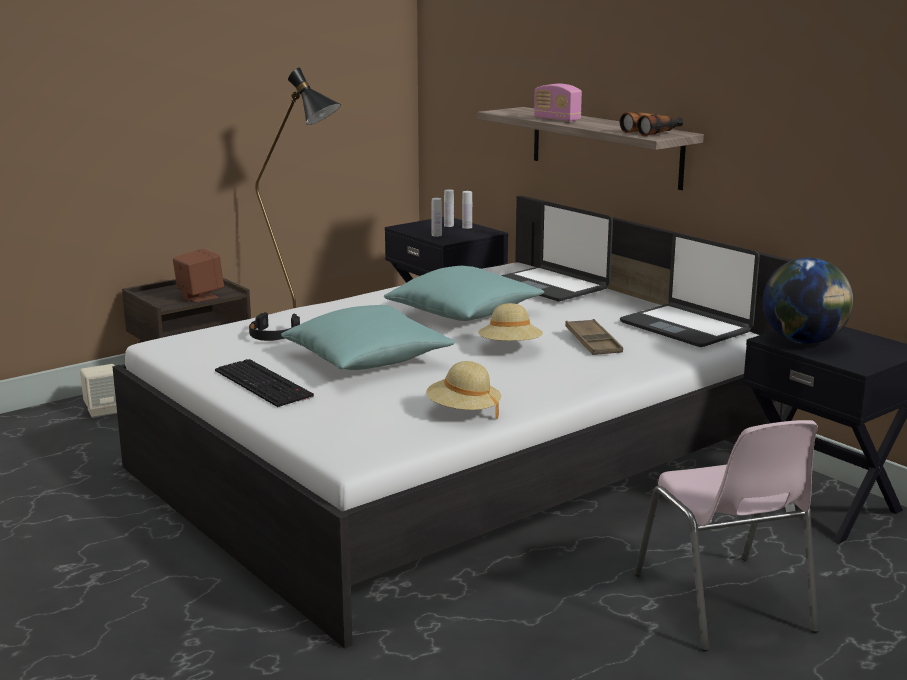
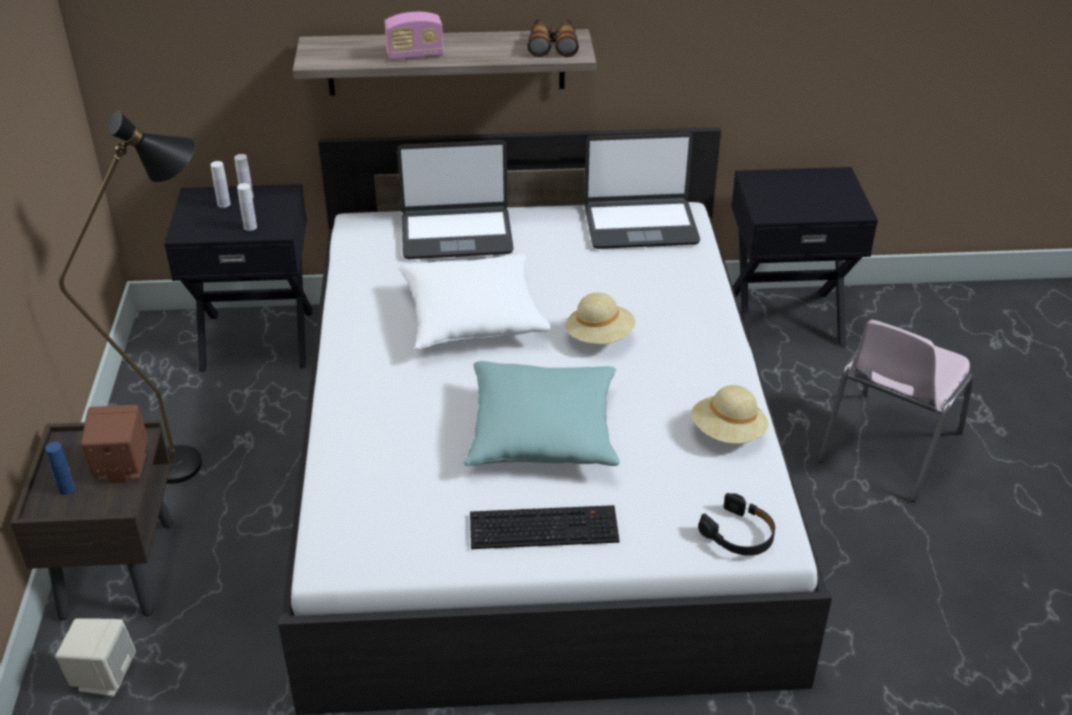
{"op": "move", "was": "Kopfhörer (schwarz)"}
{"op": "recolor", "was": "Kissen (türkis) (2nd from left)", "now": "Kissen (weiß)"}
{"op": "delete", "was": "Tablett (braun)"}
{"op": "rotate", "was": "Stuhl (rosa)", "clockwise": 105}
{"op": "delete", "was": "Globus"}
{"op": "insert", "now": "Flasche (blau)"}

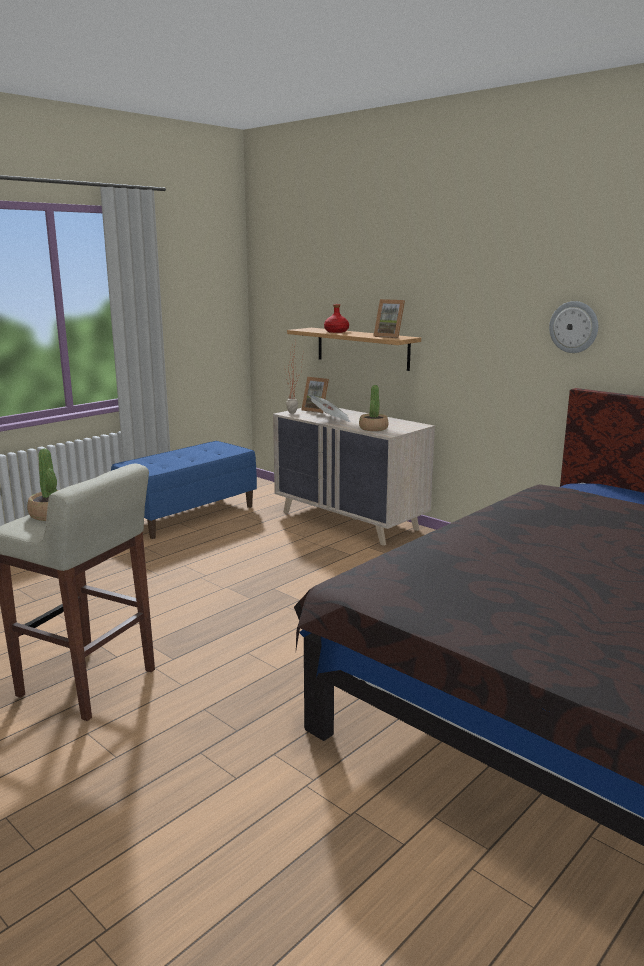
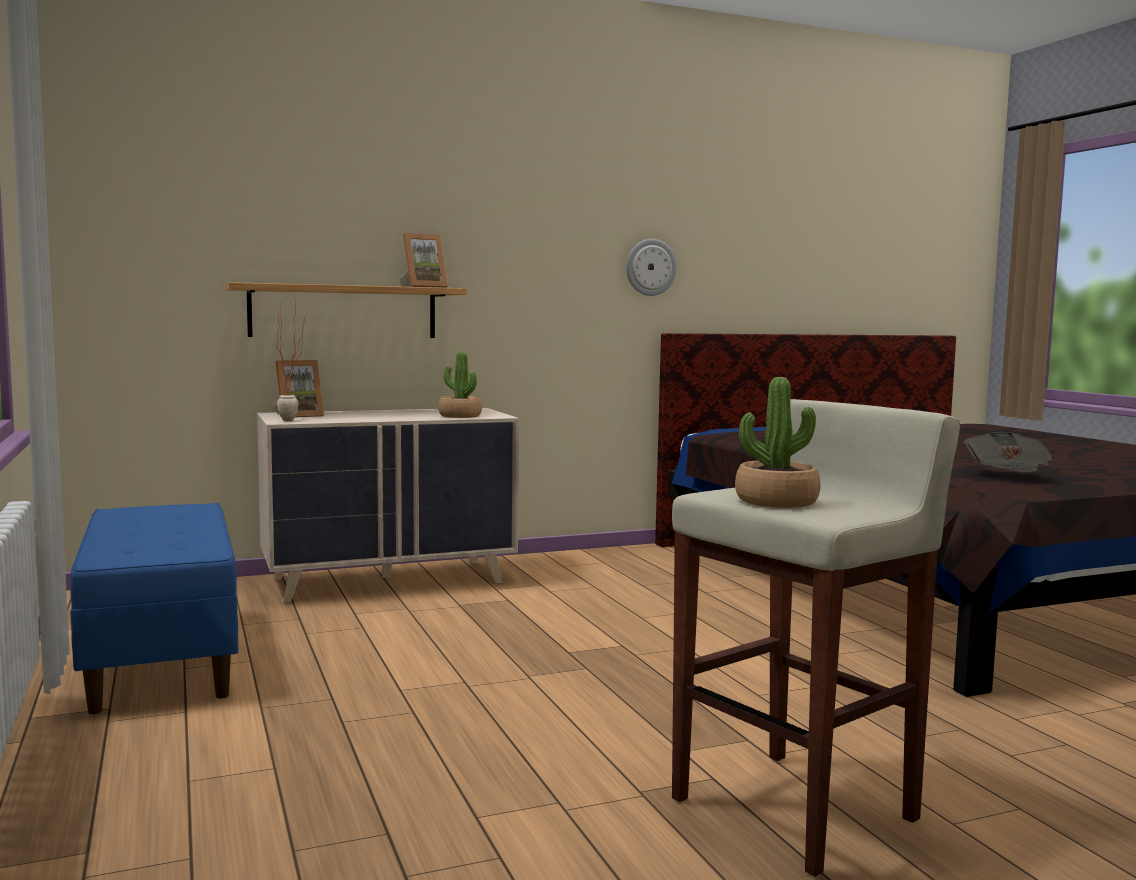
{"op": "move", "was": "Zeitung"}
{"op": "delete", "was": "Flasche (rot)"}

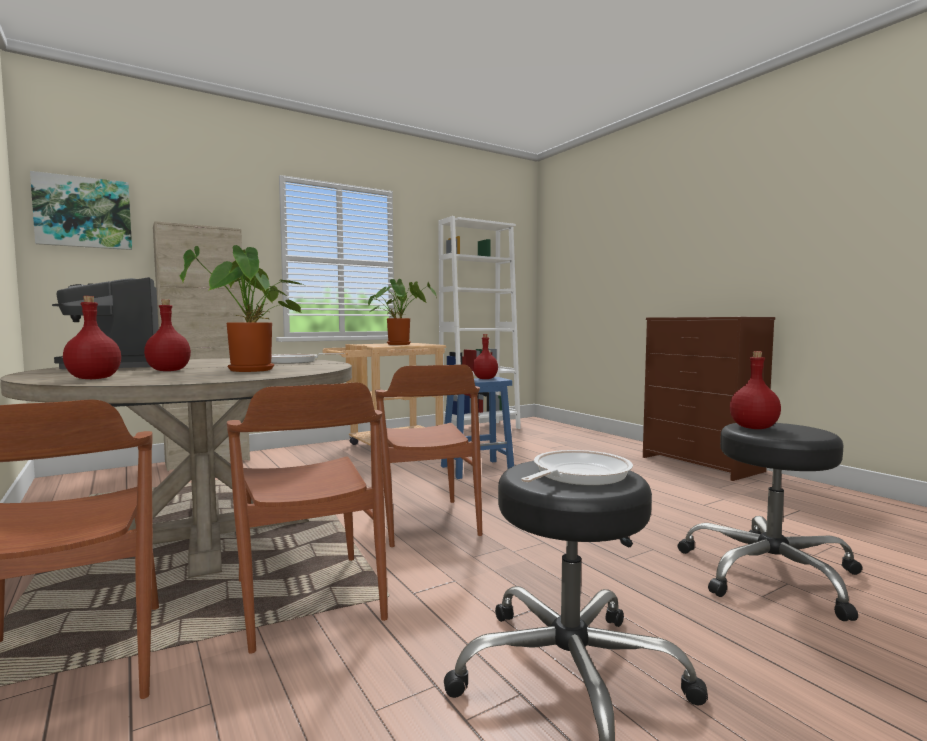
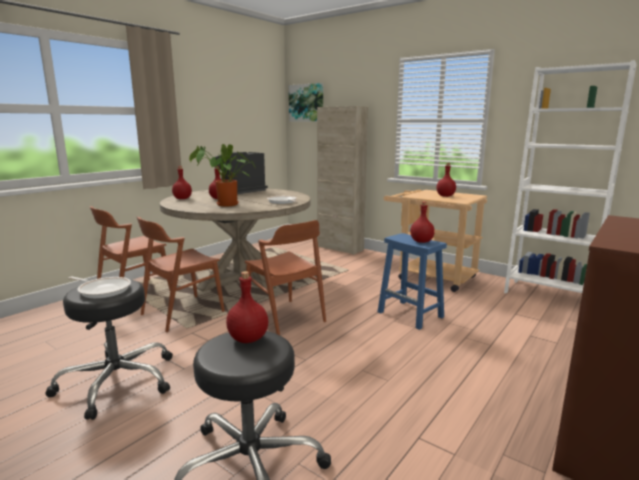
{"op": "replace", "was": "Topfpflanze (2nd from left)", "now": "Flasche (rot) (5th from left)"}
{"op": "rotate", "was": "Stuhl (braun) (3rd from left)", "clockwise": -90}

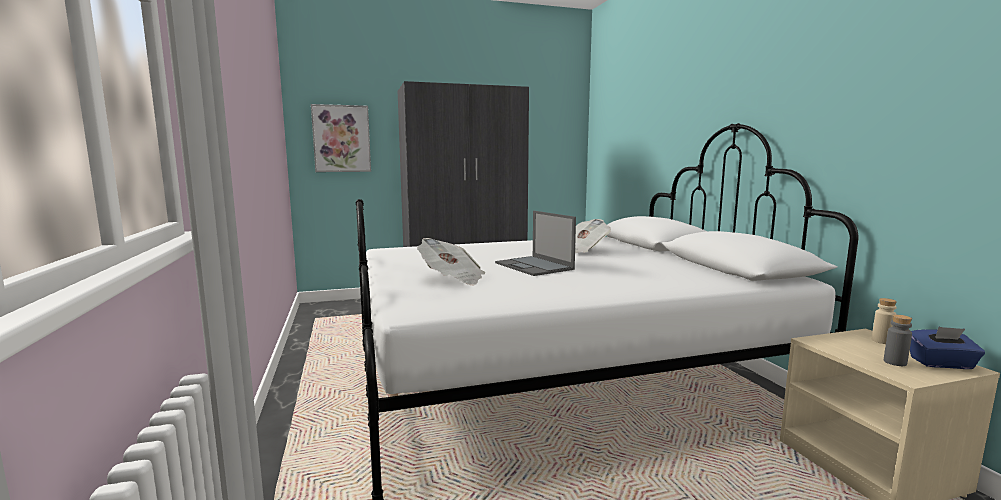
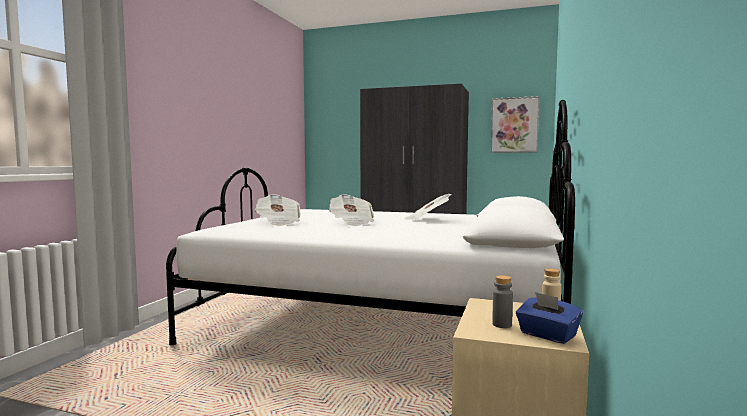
{"op": "move", "was": "Bild"}
{"op": "replace", "was": "Laptop", "now": "Zeitung (2nd from left)"}

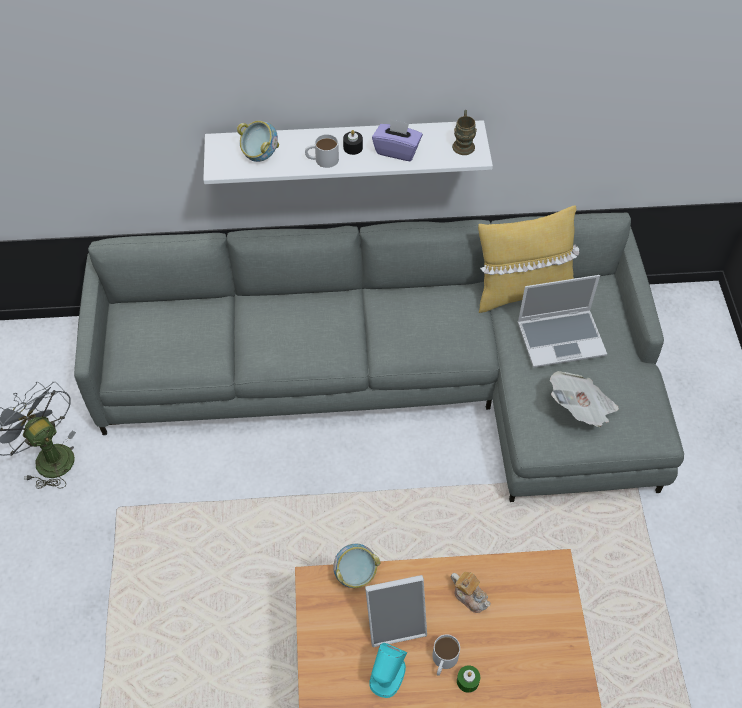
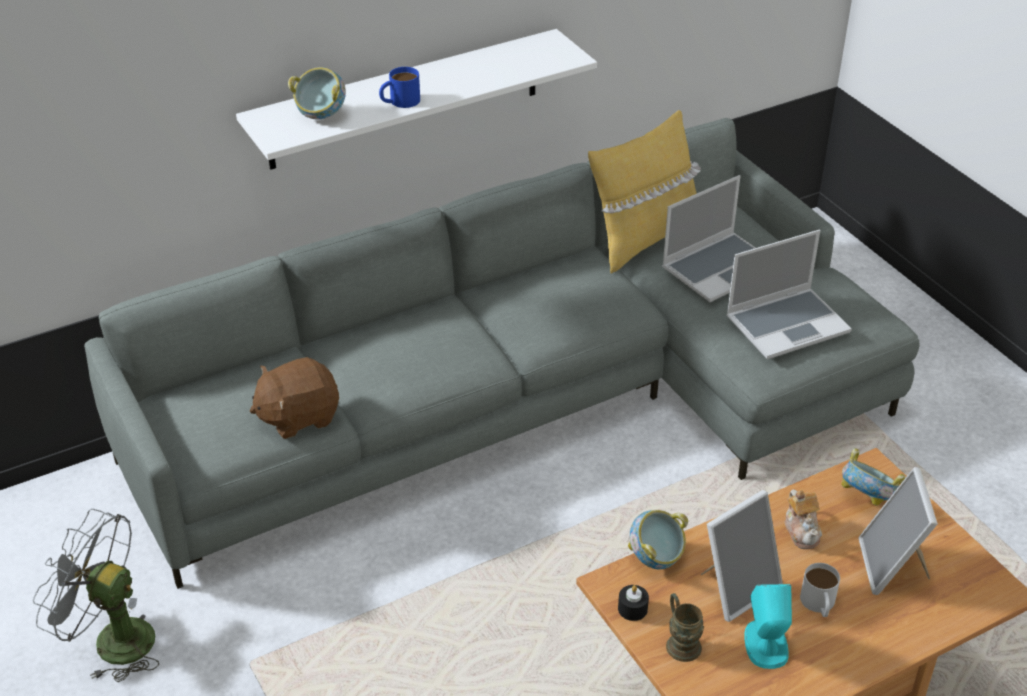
{"op": "recolor", "was": "Henkelbecher (weiß) (1st from left)", "now": "Henkelbecher (blau)"}
{"op": "move", "was": "Kerze (schwarz)"}
{"op": "delete", "was": "Taschentuchbox (lila)"}
{"op": "rotate", "was": "Teekanne", "clockwise": 60}
{"op": "move", "was": "Henkelbecher (braun)"}
{"op": "delete", "was": "Kerze (grün)"}
{"op": "replace", "was": "Zeitung", "now": "Laptop (2nd from left)"}
{"op": "insert", "now": "Plüschtier (braun)"}
{"op": "insert", "now": "Schüssel (3rd from left)"}
{"op": "insert", "now": "Bilderrahmen (2nd from left)"}

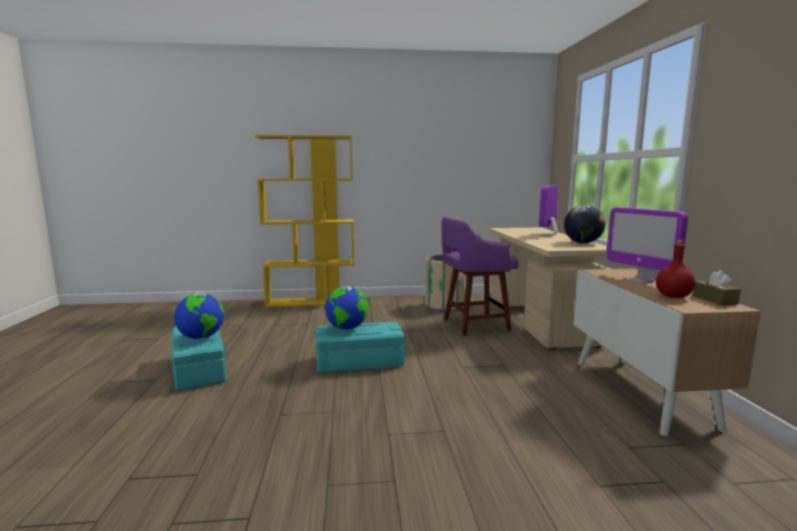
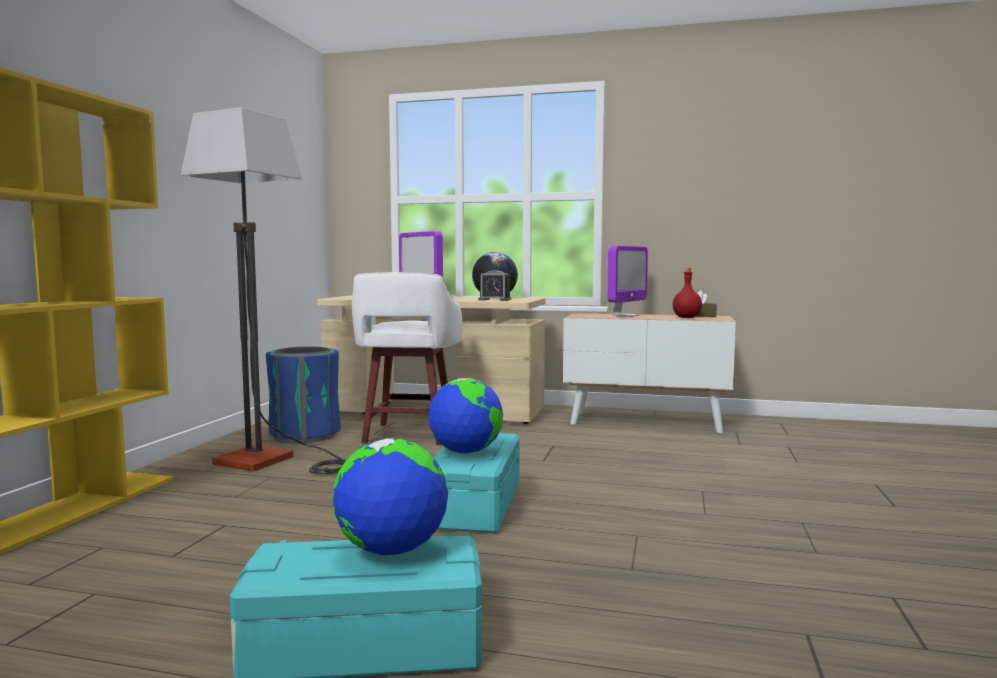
{"op": "recolor", "was": "Mülleimer (beige)", "now": "Mülleimer (blau)"}
{"op": "recolor", "was": "Hocker (lila)", "now": "Hocker (weiß)"}
{"op": "rotate", "was": "Monitor (2nd from left)", "clockwise": -45}
{"op": "insert", "now": "Stehlampe"}
{"op": "insert", "now": "Wecker"}

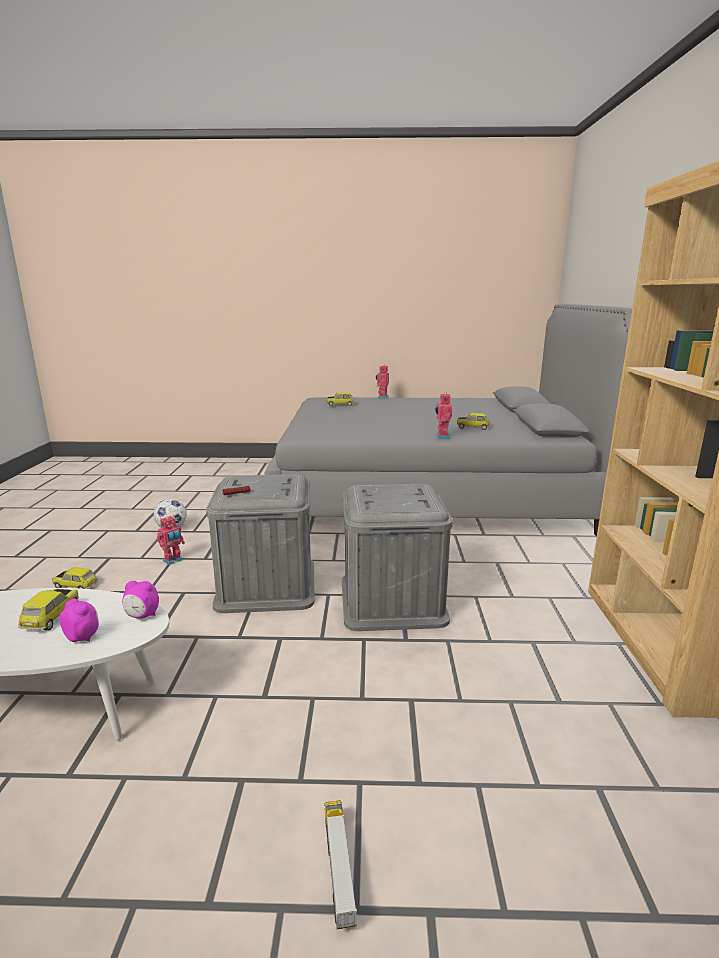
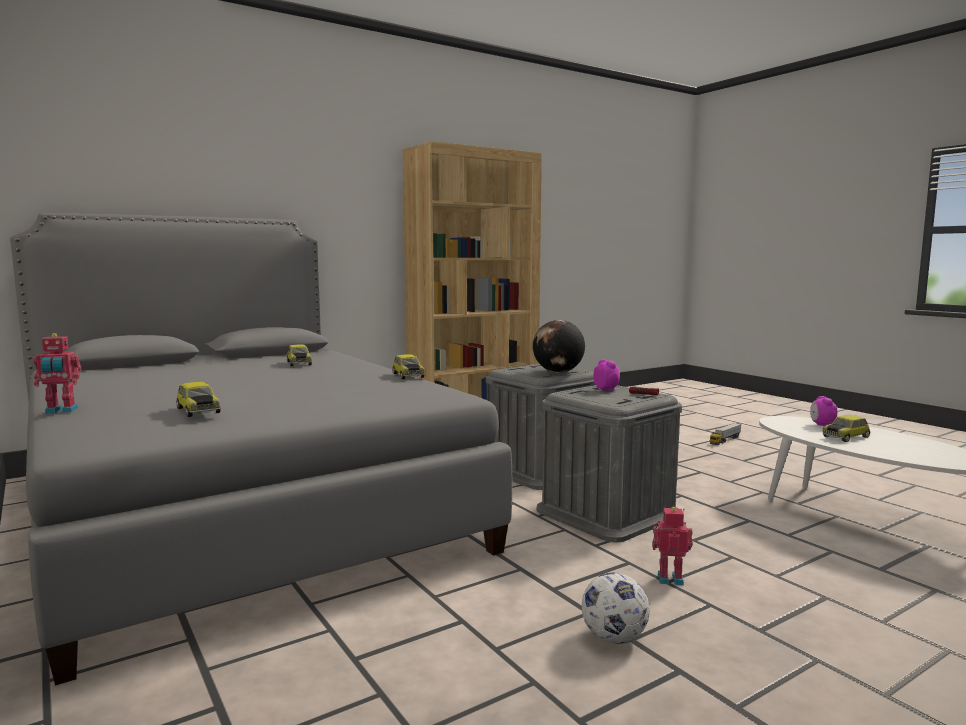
{"op": "move", "was": "Spielzeugauto (2nd from left in the first image)", "now": "Spielzeugauto (3rd from left)"}
{"op": "move", "was": "Wecker (2nd from left in the first image)", "now": "Wecker (1st from left)"}
{"op": "delete", "was": "Spielzeugroboter (3rd from left)"}
{"op": "insert", "now": "Globus"}

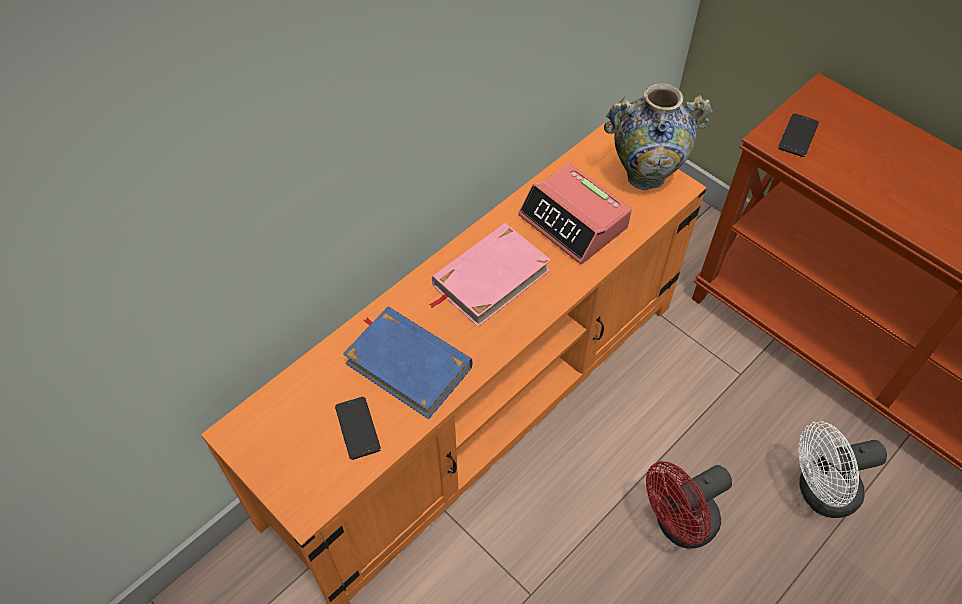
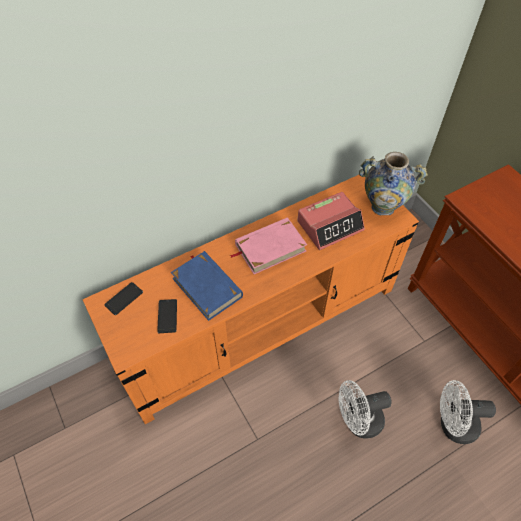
{"op": "rotate", "was": "Wecker", "clockwise": -90}
{"op": "recolor", "was": "Ventilator (rot)", "now": "Ventilator (weiß) (1st from left)"}
{"op": "move", "was": "Handy (2nd from left in the first image)", "now": "Handy (1st from left)"}

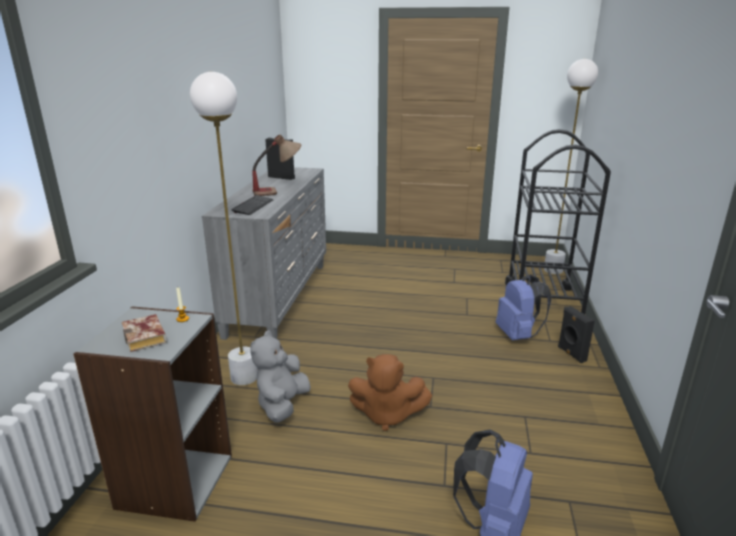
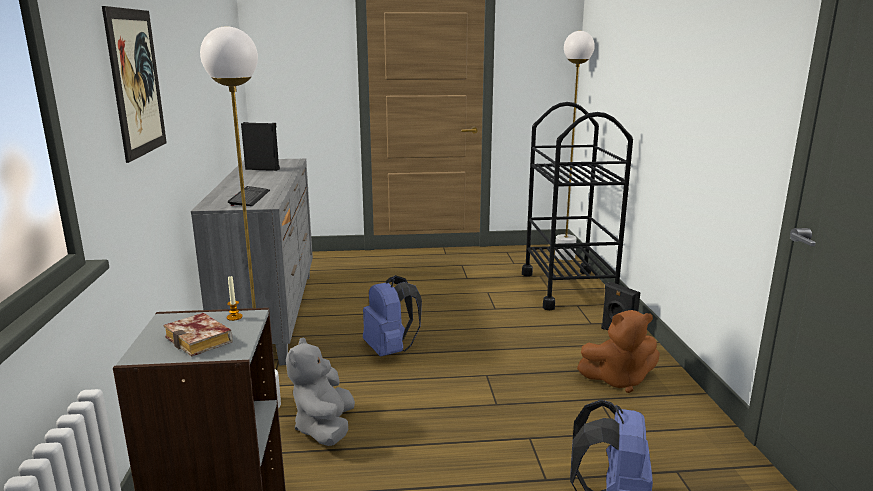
{"op": "delete", "was": "Tischlampe"}
{"op": "move", "was": "Plüschtier (braun)"}
{"op": "move", "was": "Rucksack (blau) (2nd from left in the first image)", "now": "Rucksack (blau) (1st from left)"}
{"op": "insert", "now": "Bild"}

